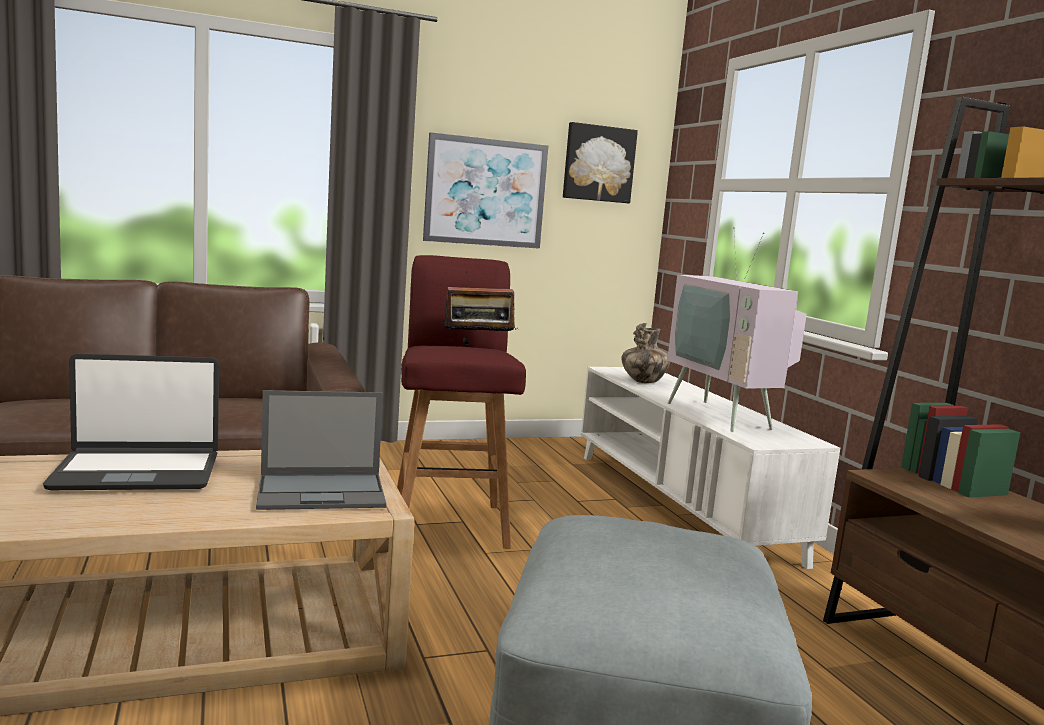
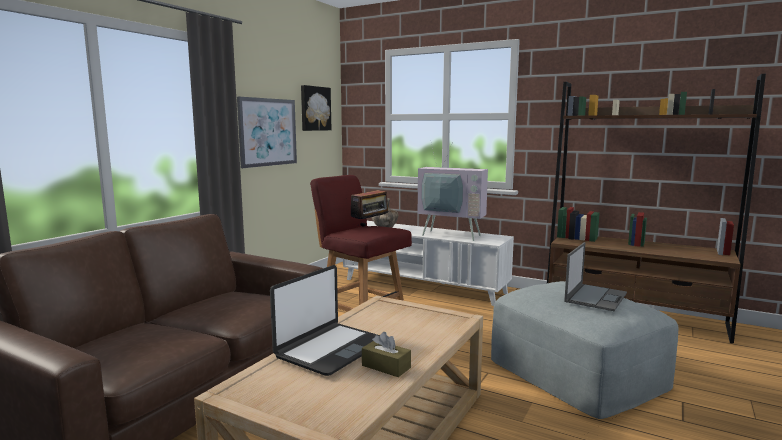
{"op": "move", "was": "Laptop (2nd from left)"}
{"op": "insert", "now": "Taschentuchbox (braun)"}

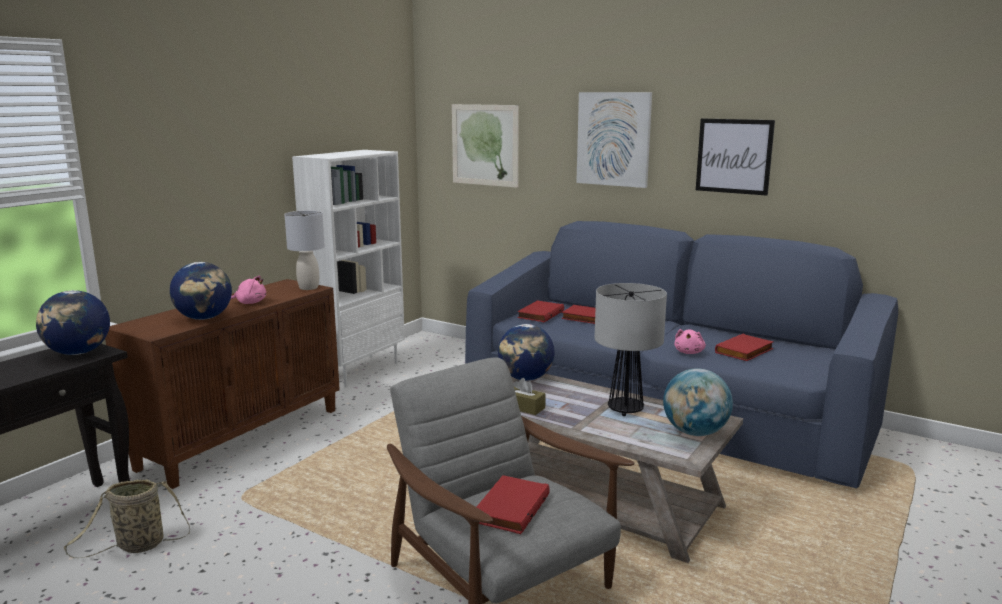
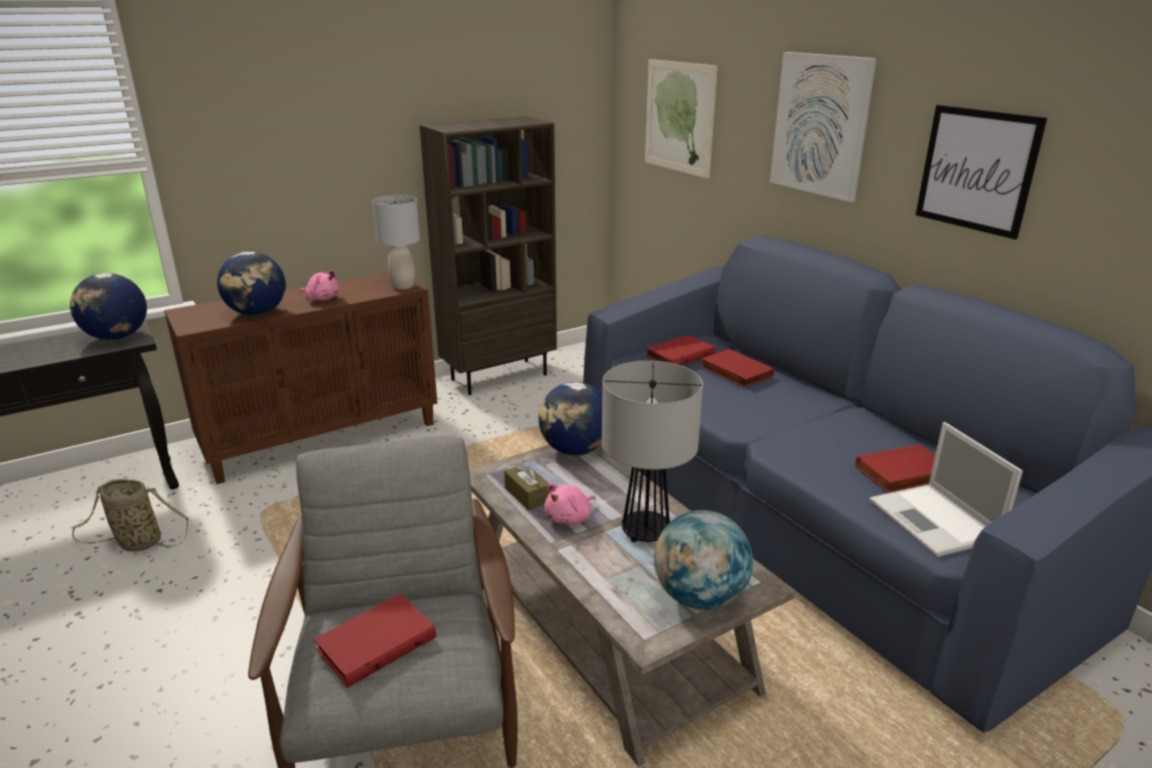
{"op": "recolor", "was": "Bücherregal (weiß)", "now": "Bücherregal (braun)"}
{"op": "move", "was": "Plüschtier (rosa) (2nd from left)"}
{"op": "insert", "now": "Laptop"}

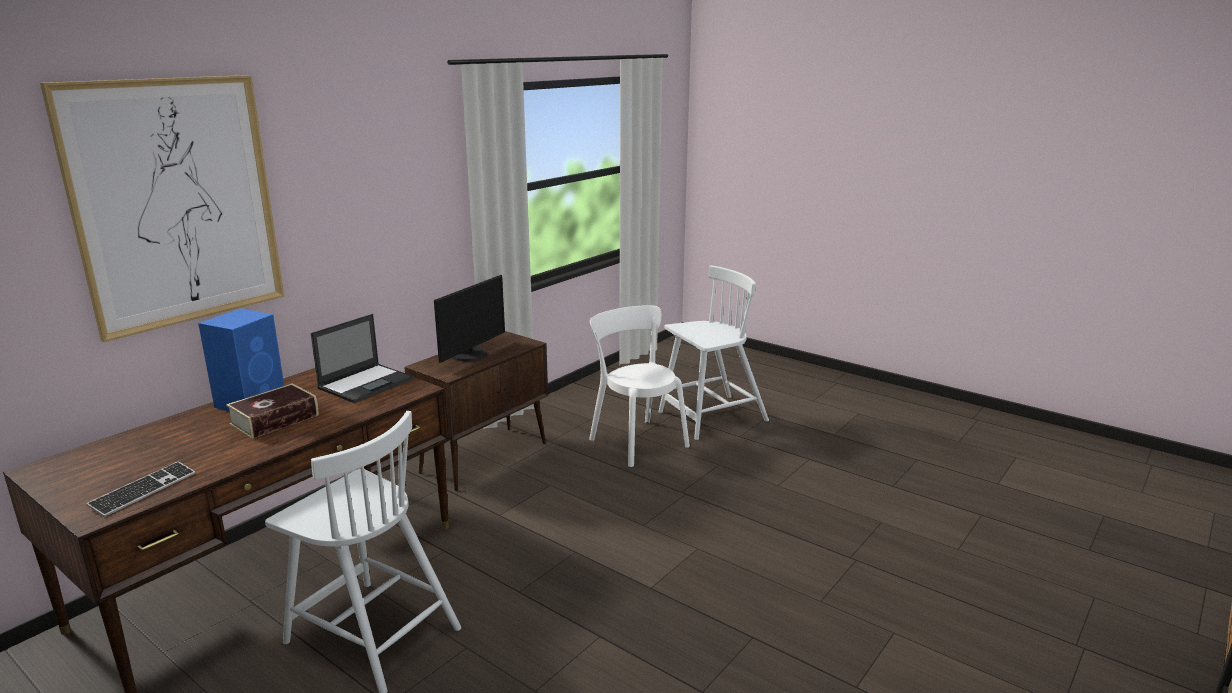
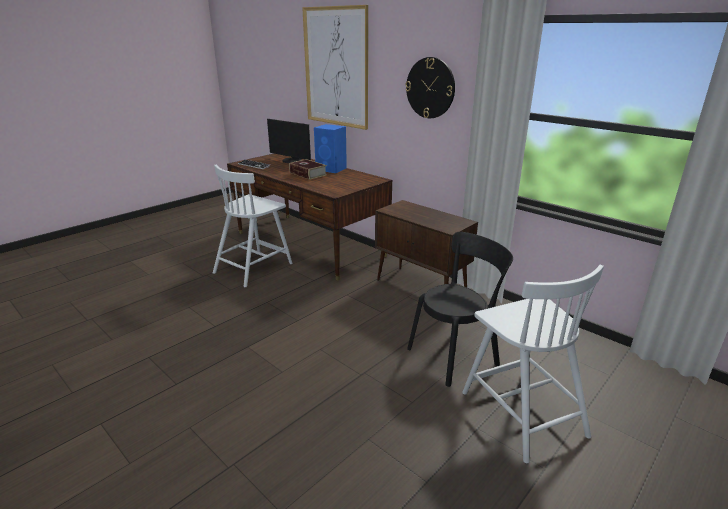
{"op": "delete", "was": "Laptop"}
{"op": "move", "was": "Monitor"}
{"op": "recolor", "was": "Stuhl (weiß) (2nd from left)", "now": "Stuhl (schwarz)"}
{"op": "insert", "now": "Wanduhr"}

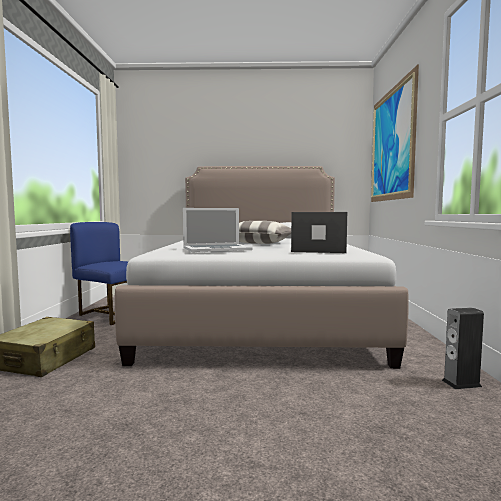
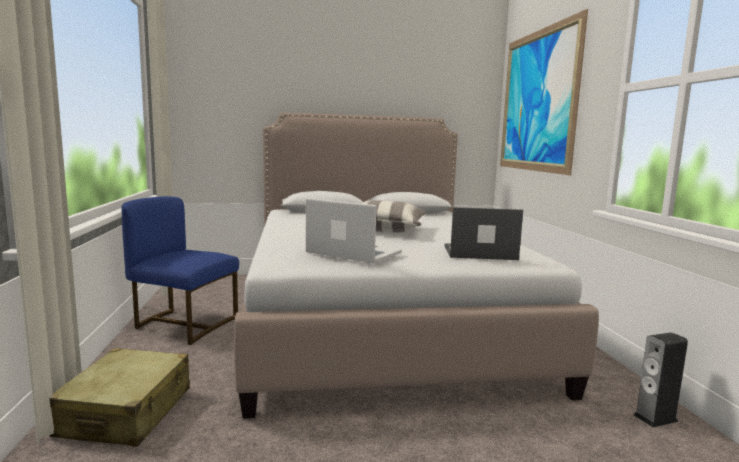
{"op": "rotate", "was": "Laptop (1st from left)", "clockwise": -120}

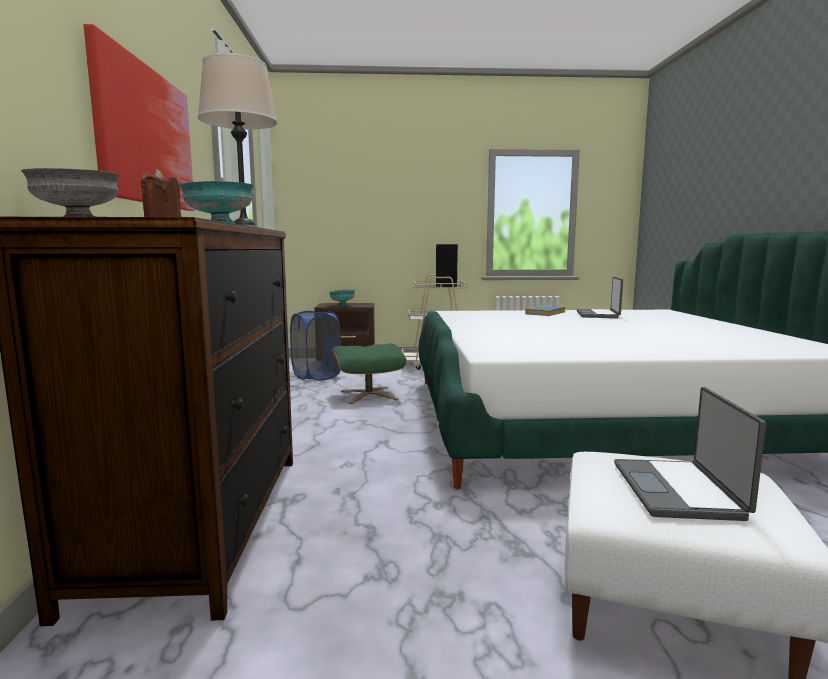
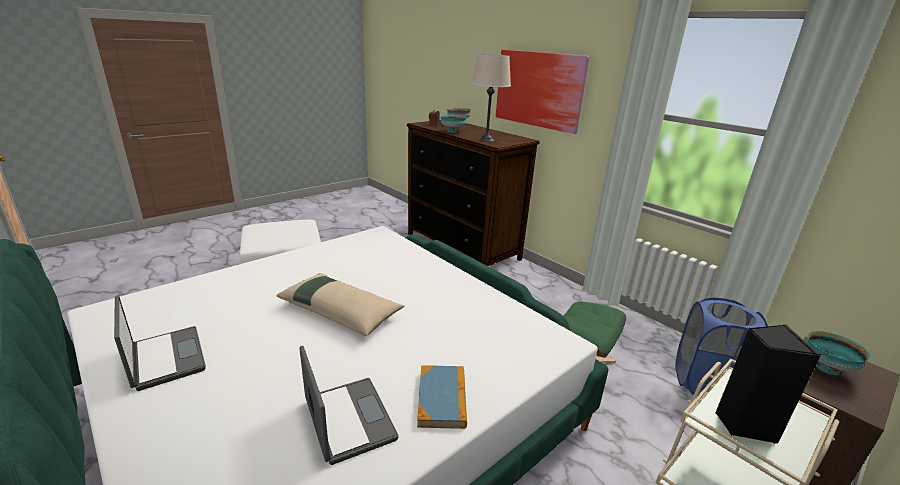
{"op": "move", "was": "Laptop (2nd from left in the first image)", "now": "Laptop (1st from left)"}
{"op": "insert", "now": "Kissen (beige)"}

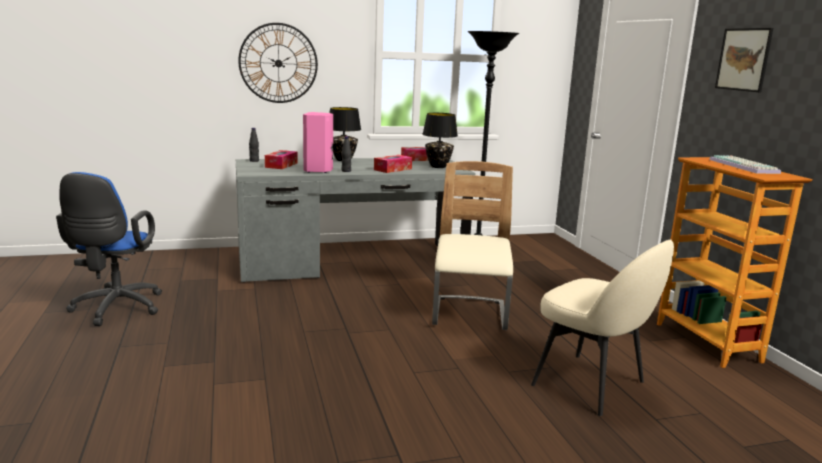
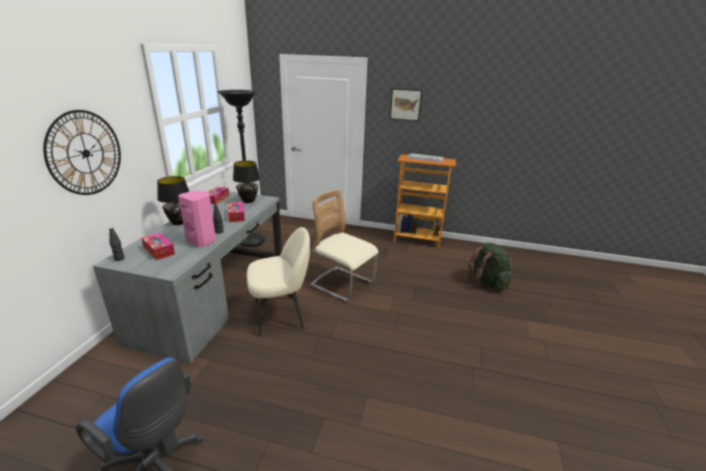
{"op": "move", "was": "Stuhl (beige) (2nd from left in the first image)", "now": "Stuhl (beige) (1st from left)"}
{"op": "insert", "now": "Rucksack (grün)"}

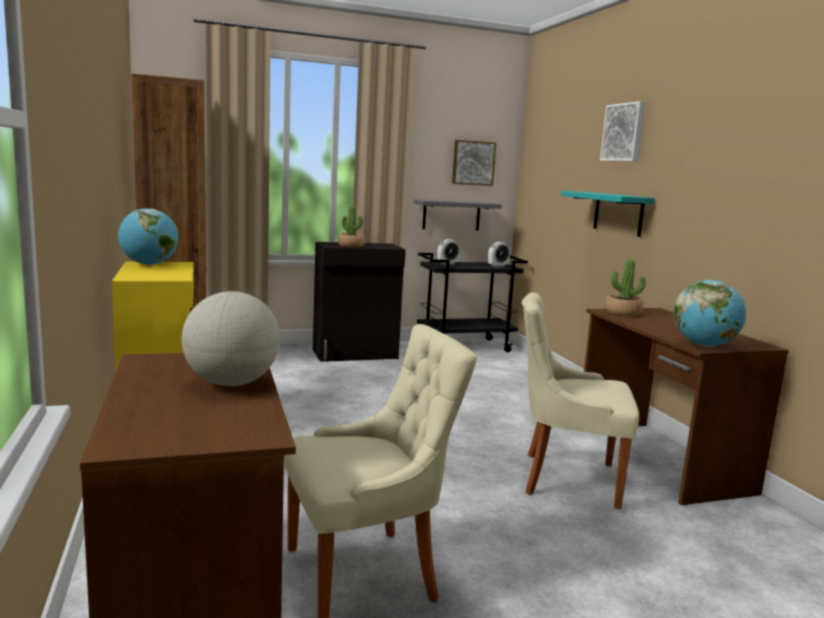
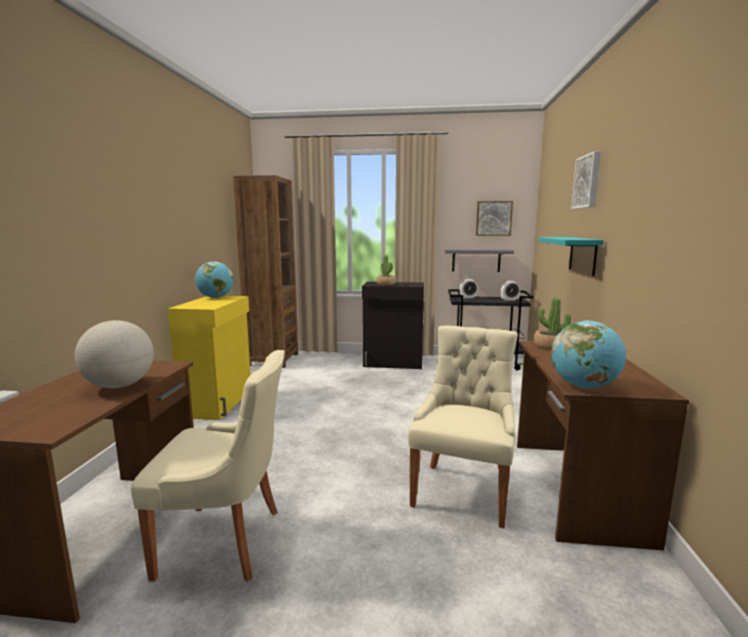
{"op": "rotate", "was": "Stuhl (beige) (2nd from left)", "clockwise": 75}

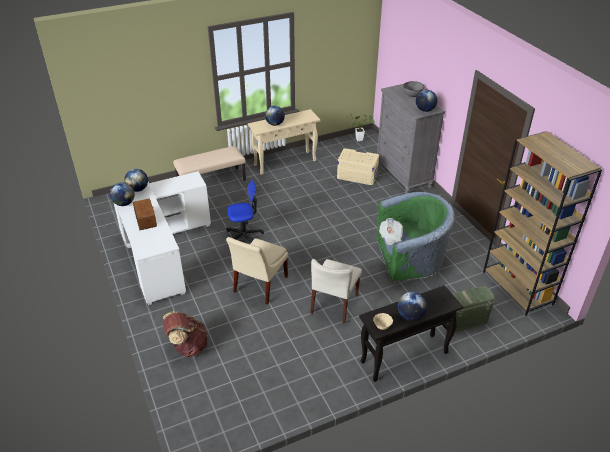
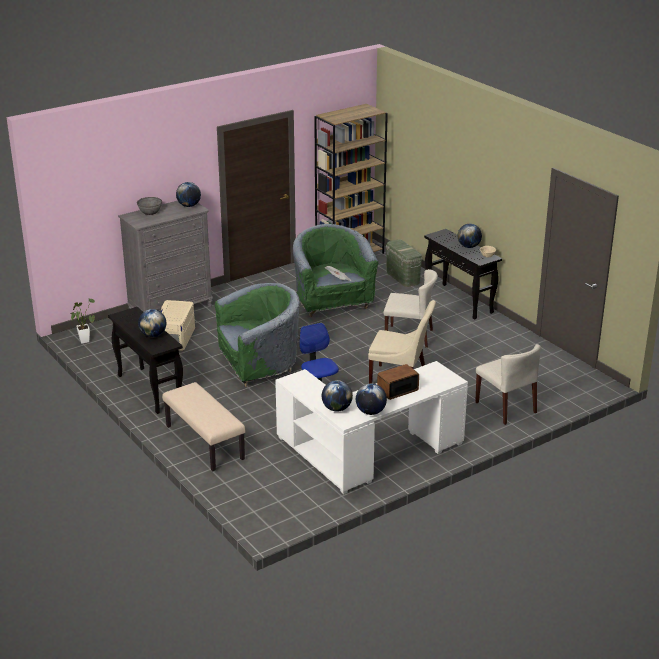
{"op": "replace", "was": "Rucksack (braun)", "now": "Stuhl (beige) (3rd from left)"}
{"op": "recolor", "was": "Konsolentisch (beige)", "now": "Konsolentisch (schwarz) (1st from left)"}
{"op": "insert", "now": "Sessel (grün) (1st from left)"}

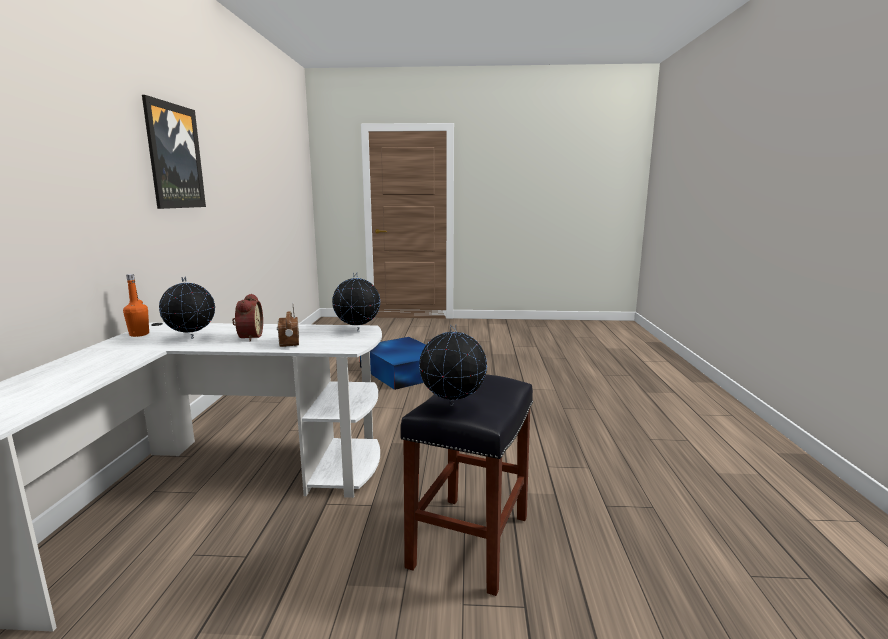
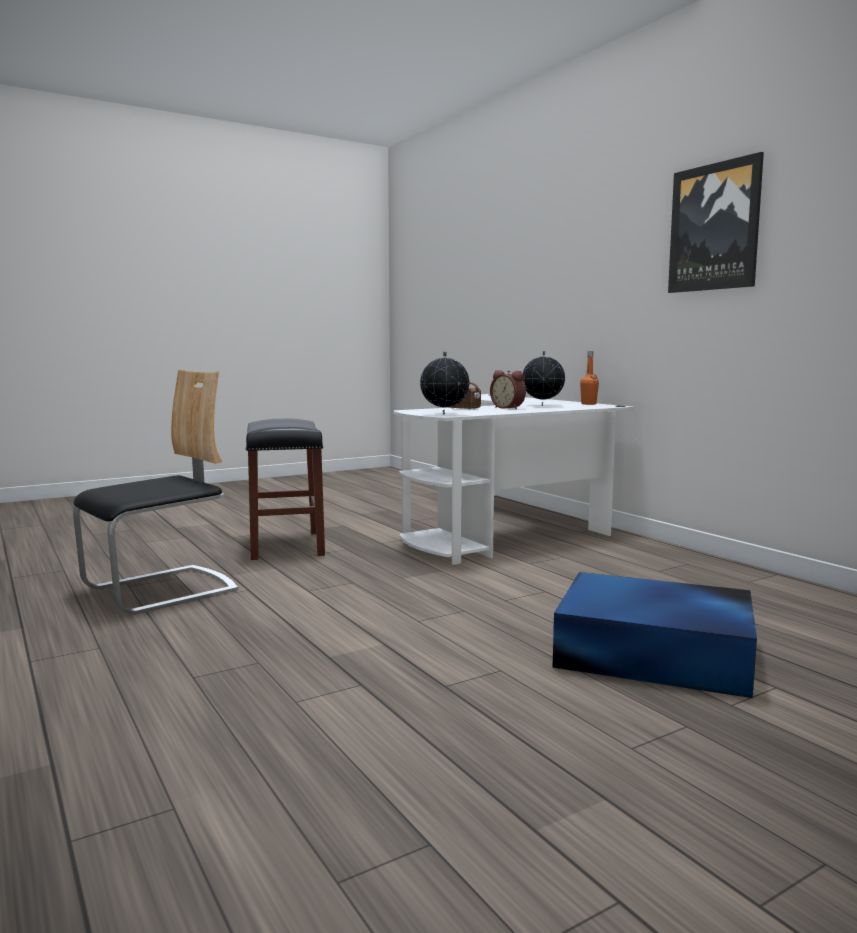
{"op": "delete", "was": "Globus (3rd from left)"}
{"op": "insert", "now": "Stuhl"}

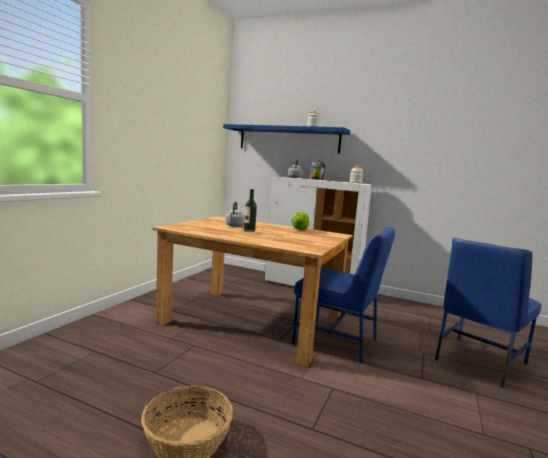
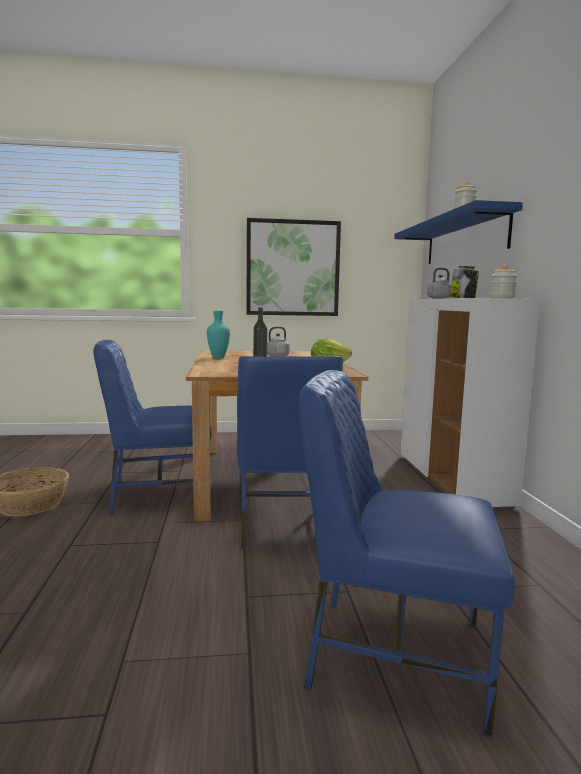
{"op": "insert", "now": "Stuhl (blau) (1st from left)"}
{"op": "insert", "now": "Vase (türkis)"}
{"op": "insert", "now": "Bild"}

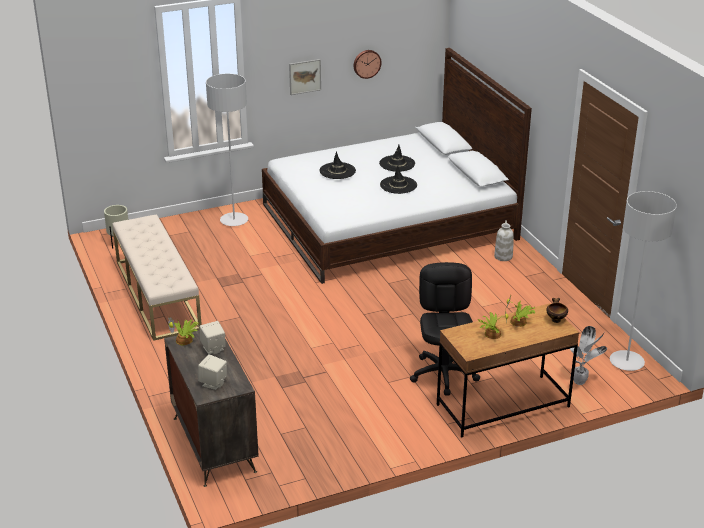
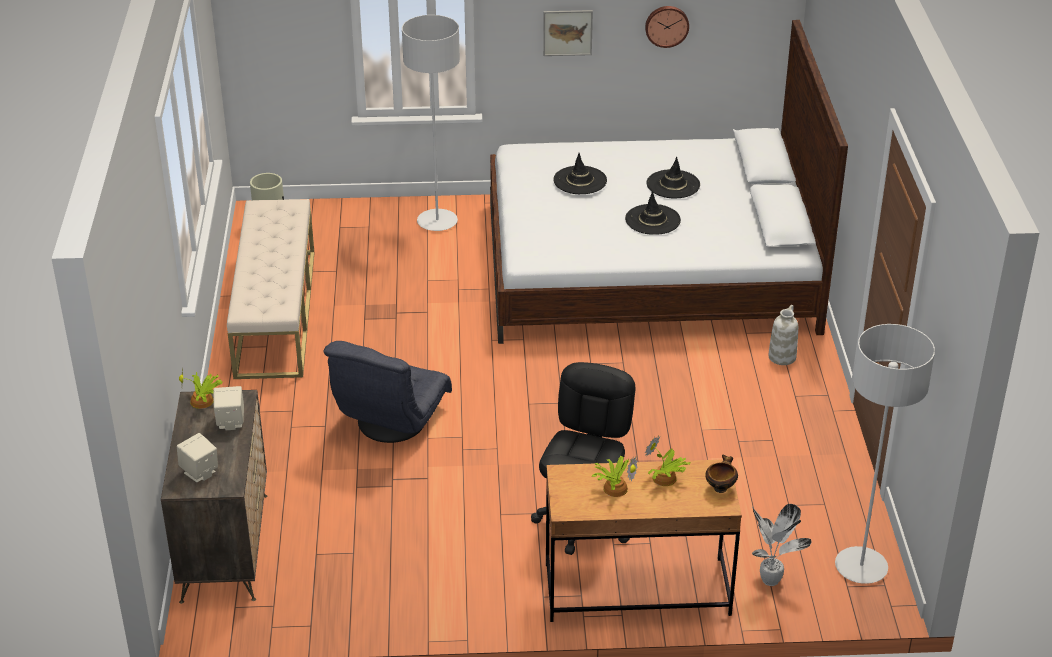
{"op": "insert", "now": "Sessel (grau)"}

